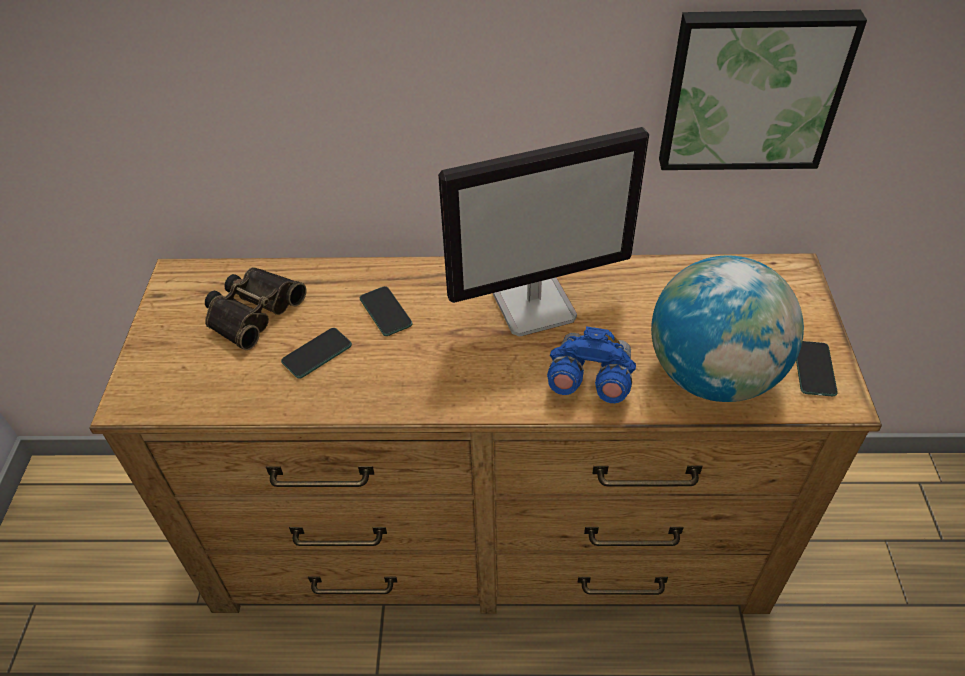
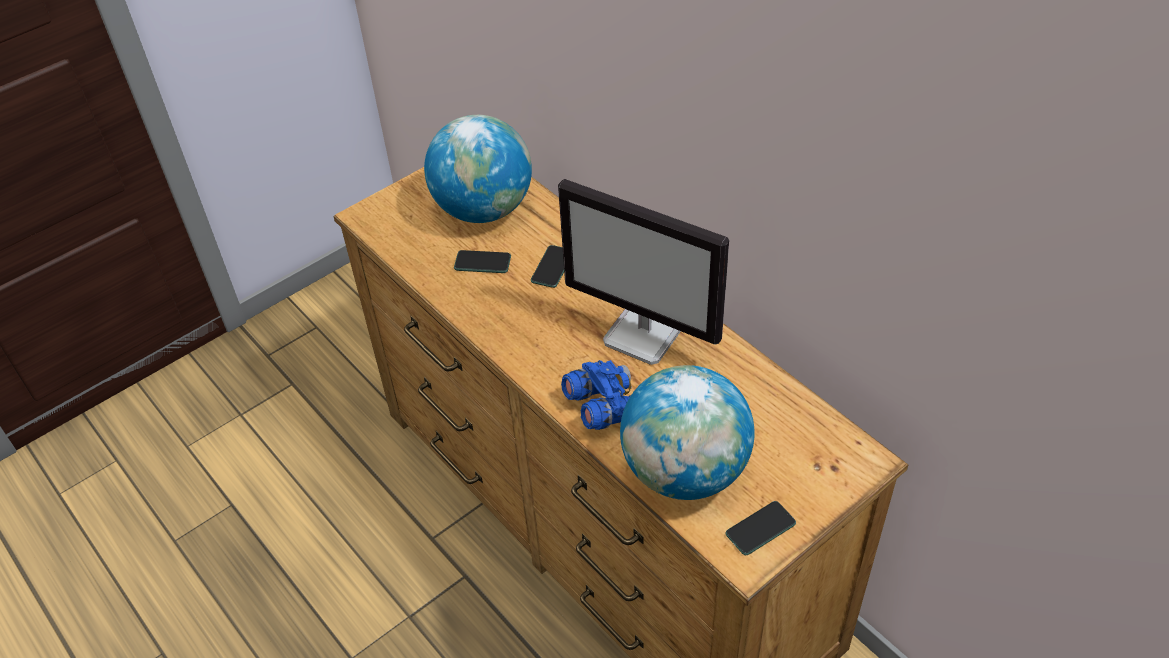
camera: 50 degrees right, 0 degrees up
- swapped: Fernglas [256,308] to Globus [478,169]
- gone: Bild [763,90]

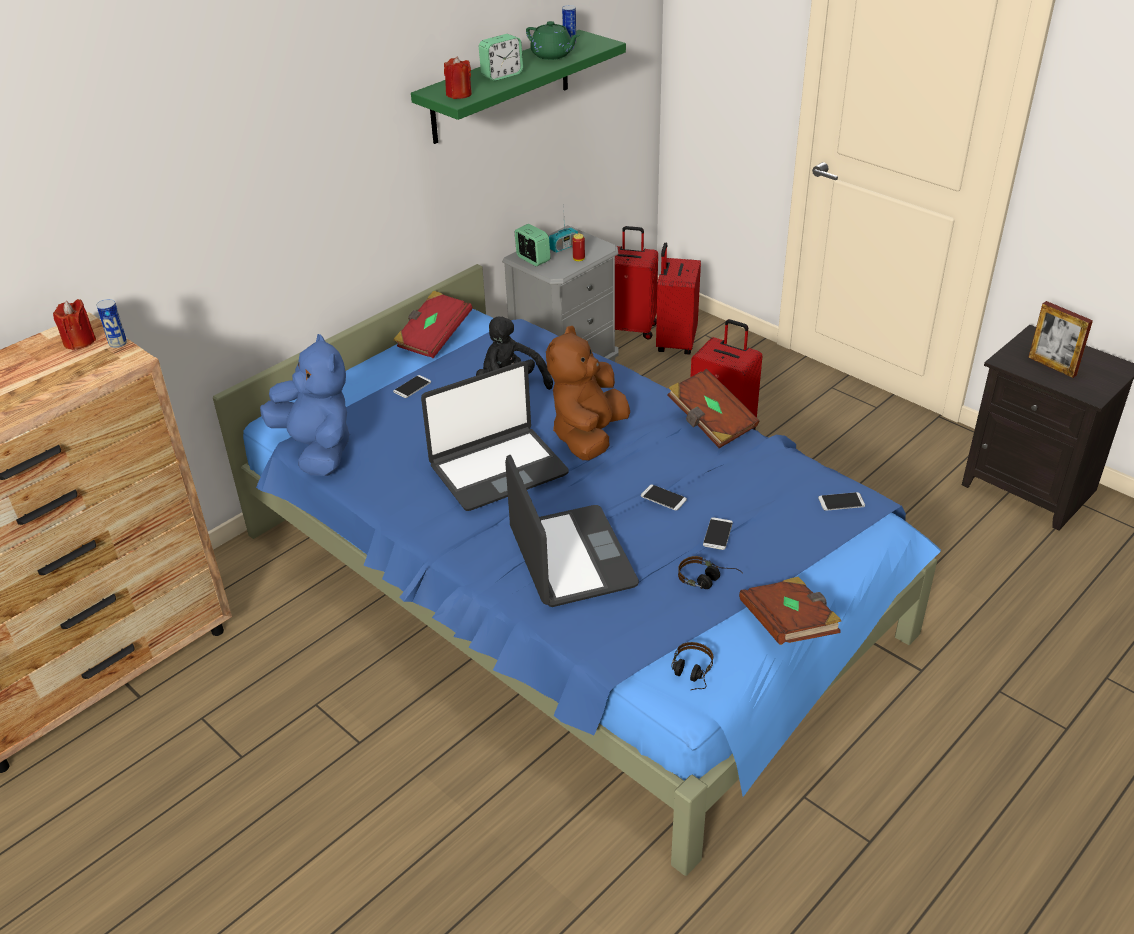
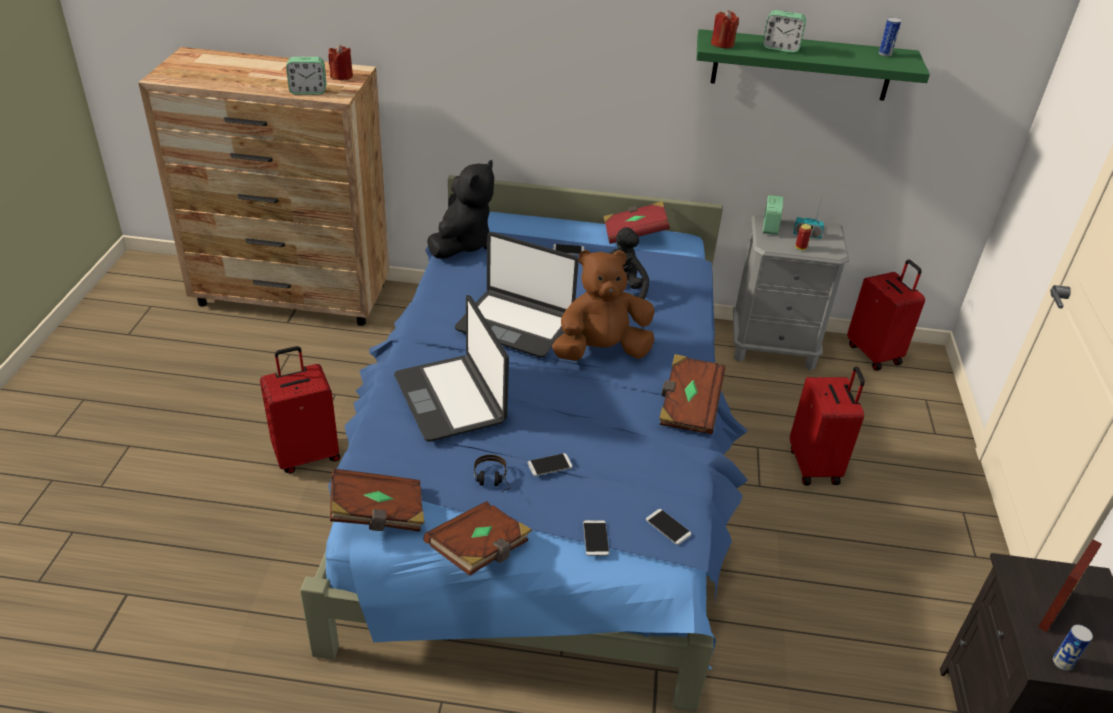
camera: 50 degrees right, 0 degrees up
- shifted: Dose [111,323] to [1073,648]
- repainted: Plüschtier (blau) [305,405] to Plüschtier (schwarz) [460,209]
- rotated: Laptop [572,531] = [451,368] 120 degrees clockwise
- gone: Teekanne (grün) [553,40]
- shifted: Handy [664,497] to [596,538]
- shifted: Koffer (rot) [678,298] to [300,409]
- swapped: Kopfhörer [692,666] to Buch (braun) [377,500]
- rotated: Bilderrahmen [1060,339] = [1070,585] 150 degrees counterclockwise
- new: Wecker [306,75]

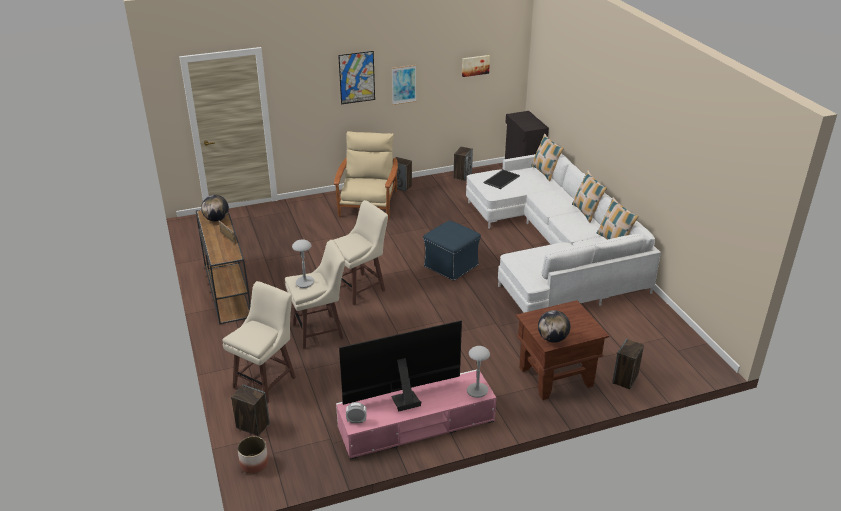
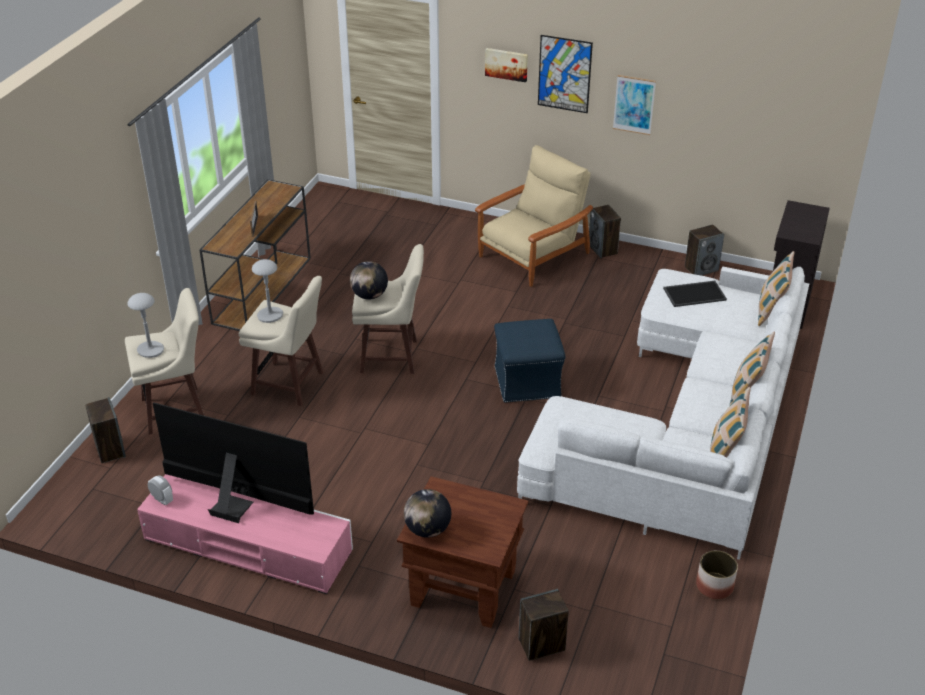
camera: 40 degrees right, 5 degrees up
- shifted: Globus [215,208] to [369,280]
- shifted: Pflanzkübel [253,455] to [717,574]
- shifted: Bild [476,66] to [506,65]
- shifted: Tischlampe (grau) [478,372] to [145,325]

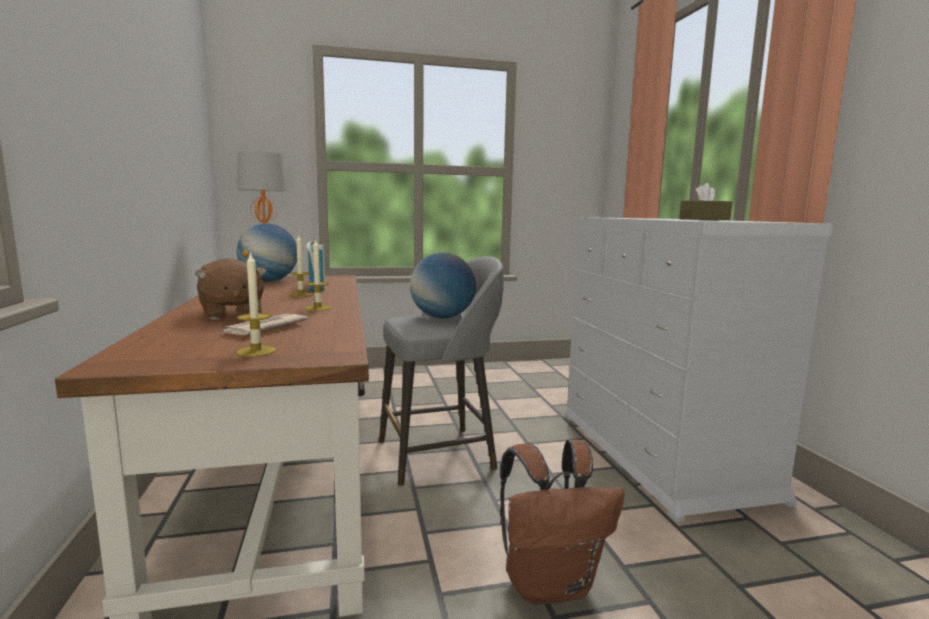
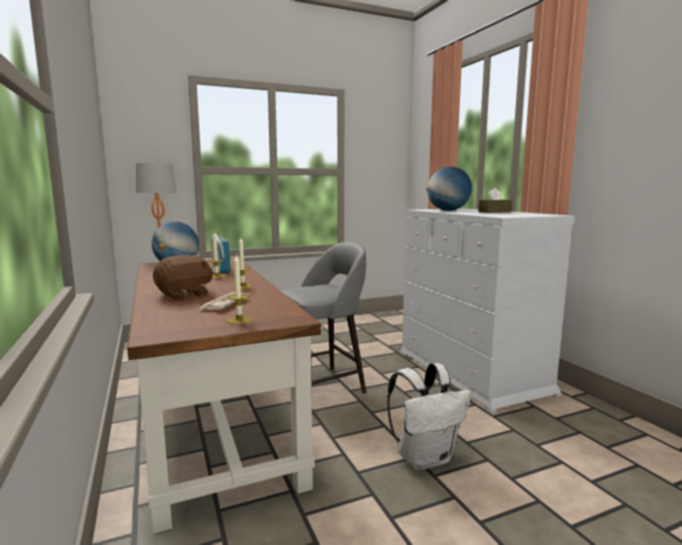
camera: 10 degrees left, 0 degrees up
- rotated: Plüschtier (braun) [231,289] = [183,277] 90 degrees counterclockwise
- shifted: Globus [443,285] to [449,189]
- repainted: Rucksack (braun) [562,522] to Rucksack (weiß) [429,416]

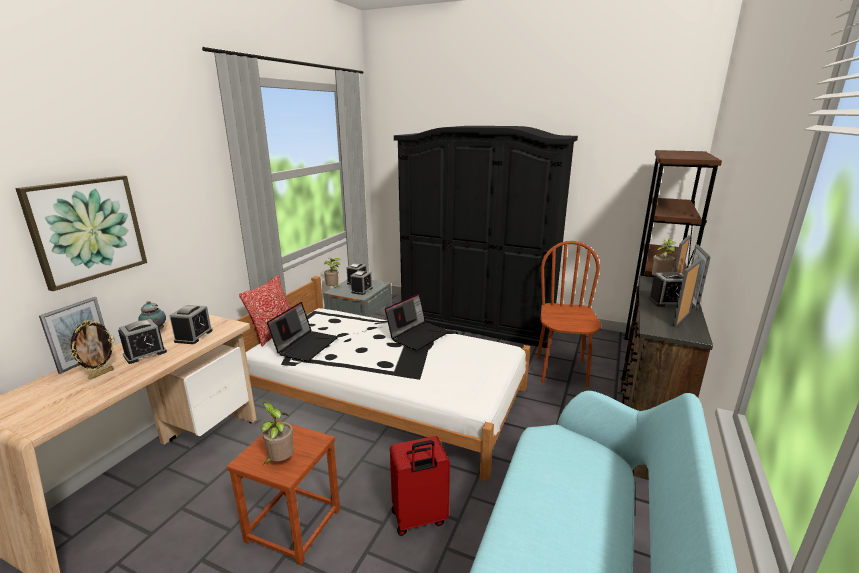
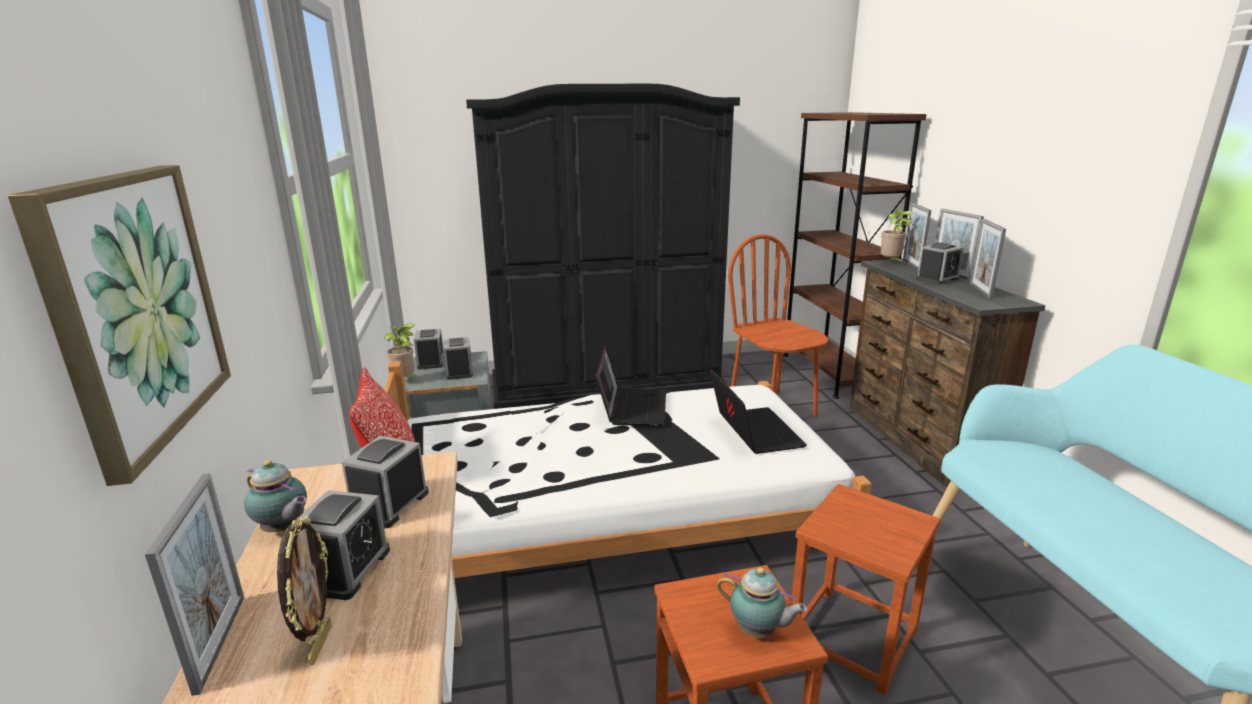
camera: 35 degrees left, 0 degrees up
- rotated: Wecker [191,324] = [385,482] 135 degrees counterclockwise
- swapped: Topfpflanze [276,433] to Teekanne [762,602]
- shifted: Laptop [302,331] to [758,411]
- swapped: Koffer (rot) [420,486] to Hocker (braun) [866,589]

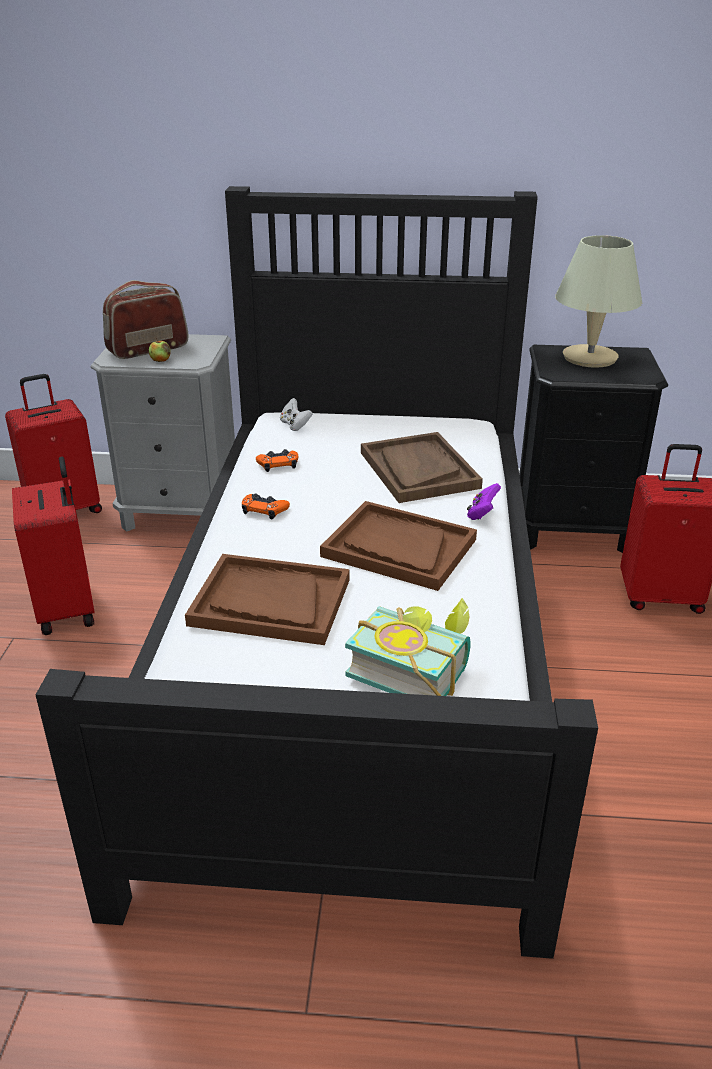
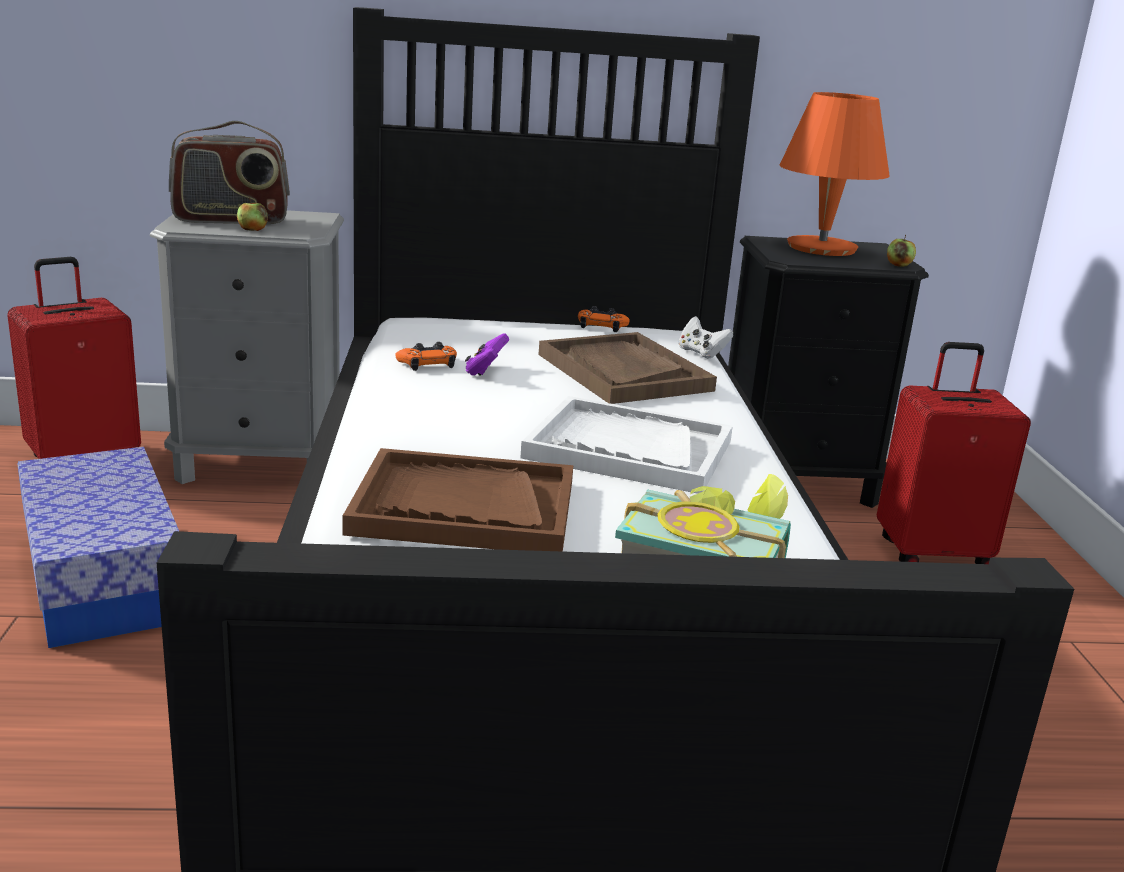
camera: 10 degrees left, 10 degrees down
- swapped: Koffer (rot) [53,545] to Aufbewahrungsbox [98,547]
- rotated: Radio [145,319] = [229,172] 150 degrees counterclockwise
- shifted: Gamepad (orange) [266,506] to [604,319]
- shifted: Gamepad (weiß) [296,414] to [706,337]
- repainted: Tablett (braun) [398,546] to Tablett (weiß) [626,445]
- shifted: Gamepad (lila) [484,501] to [487,354]
- repainted: Tischlampe (beige) [598,301] to Tischlampe (orange) [835,174]
- new: Apfel [901,251]

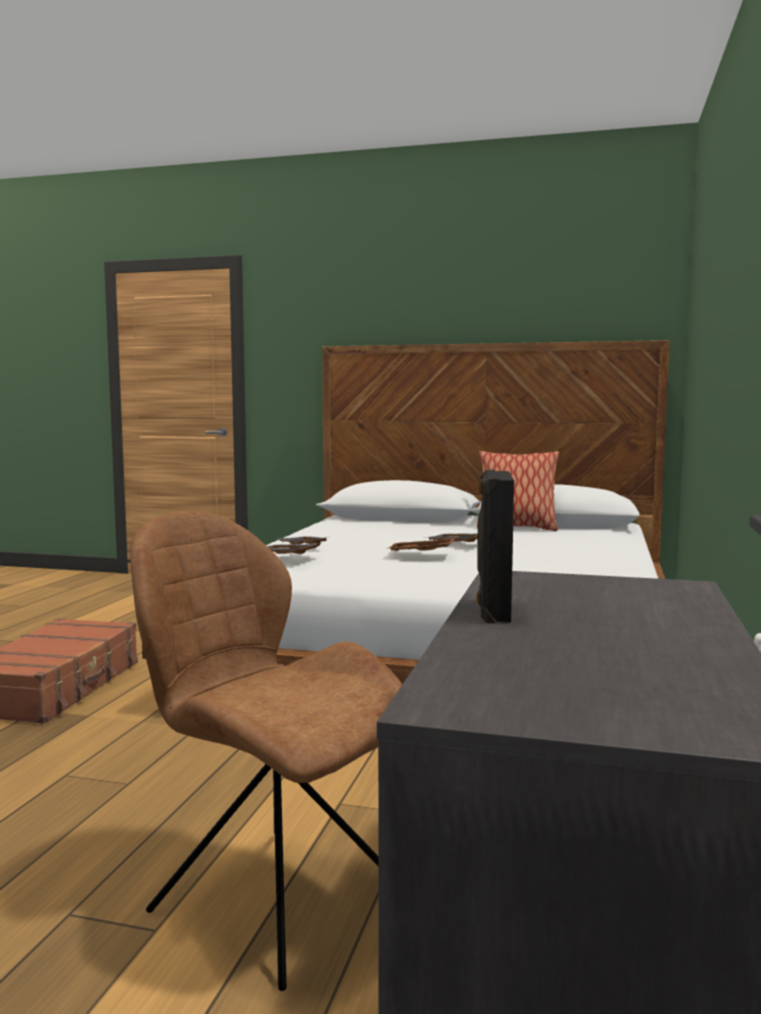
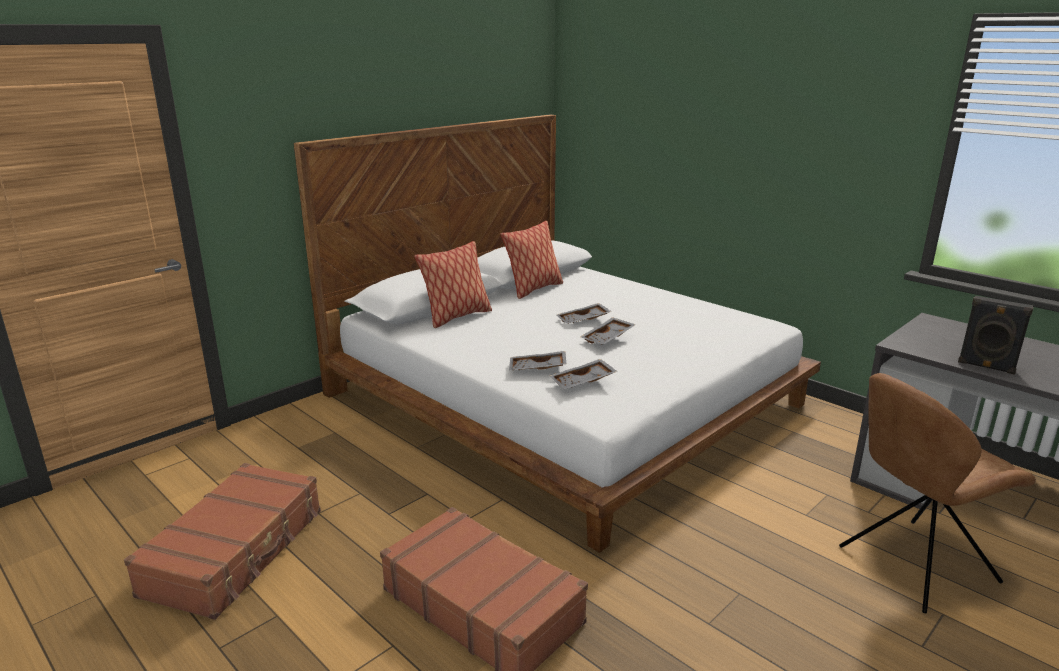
camera: 60 degrees left, 15 degrees up
- repainted: Tablett (braun) [422,544] to Tablett (grau) [608,331]
- new: Koffer (braun) [222,541]
- new: Kissen [453,284]

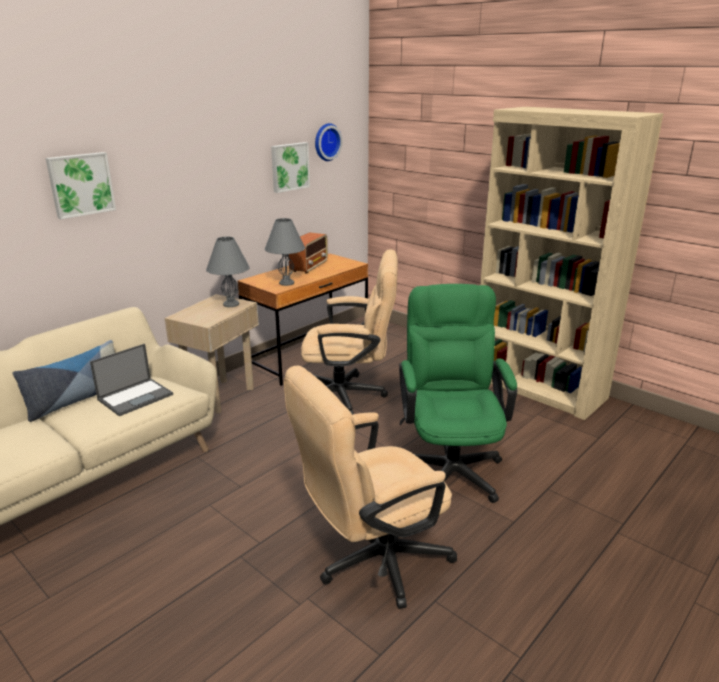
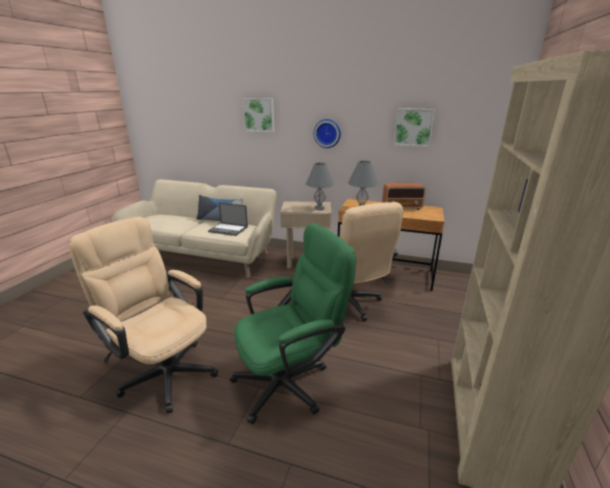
camera: 65 degrees right, 0 degrees up
- shifted: Wanduhr [328,142] to [327,133]

